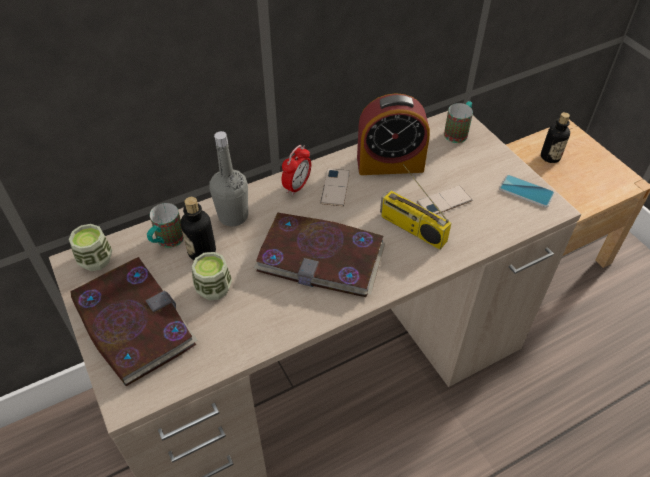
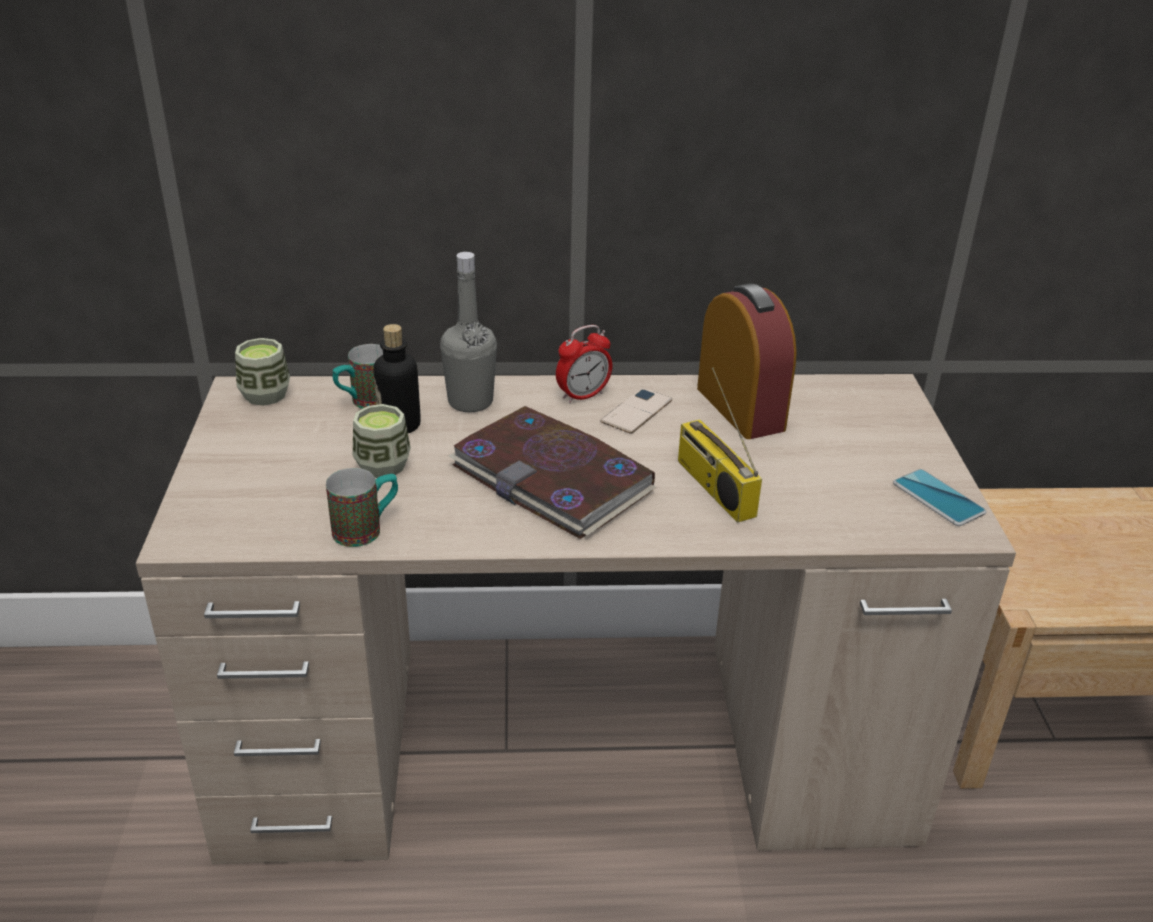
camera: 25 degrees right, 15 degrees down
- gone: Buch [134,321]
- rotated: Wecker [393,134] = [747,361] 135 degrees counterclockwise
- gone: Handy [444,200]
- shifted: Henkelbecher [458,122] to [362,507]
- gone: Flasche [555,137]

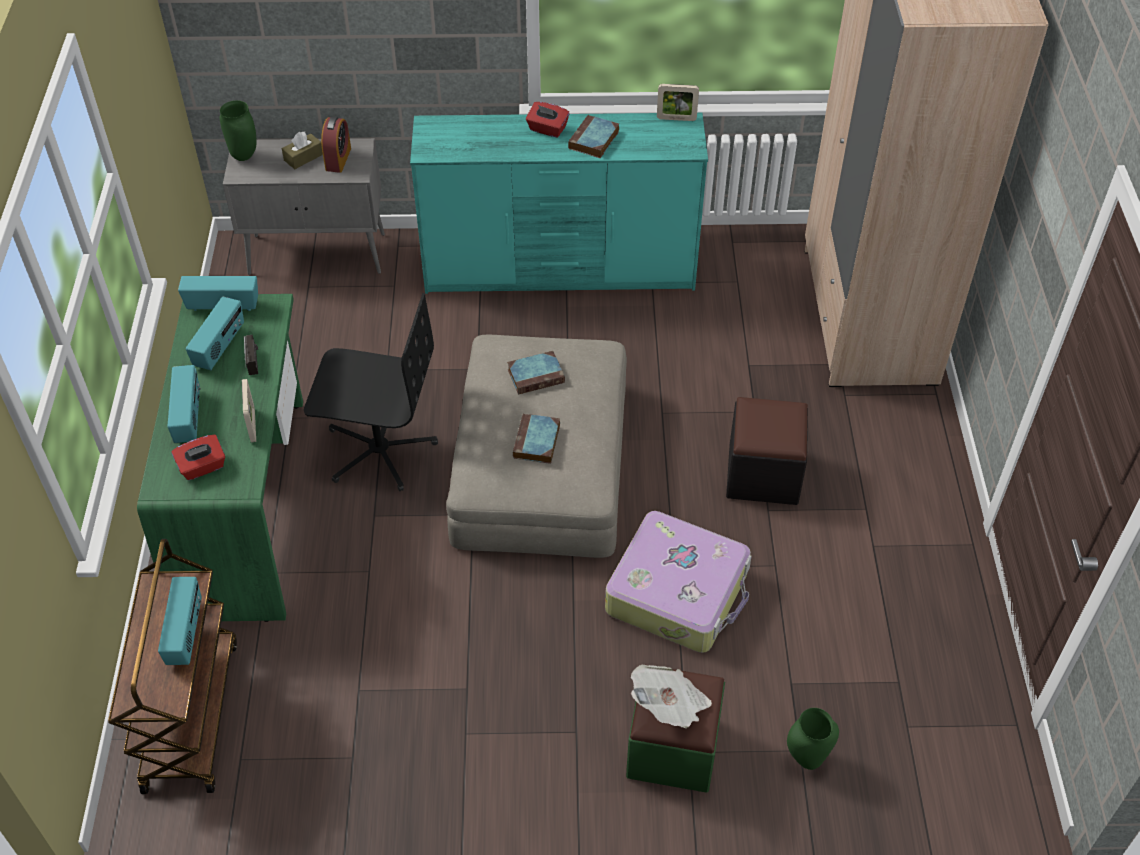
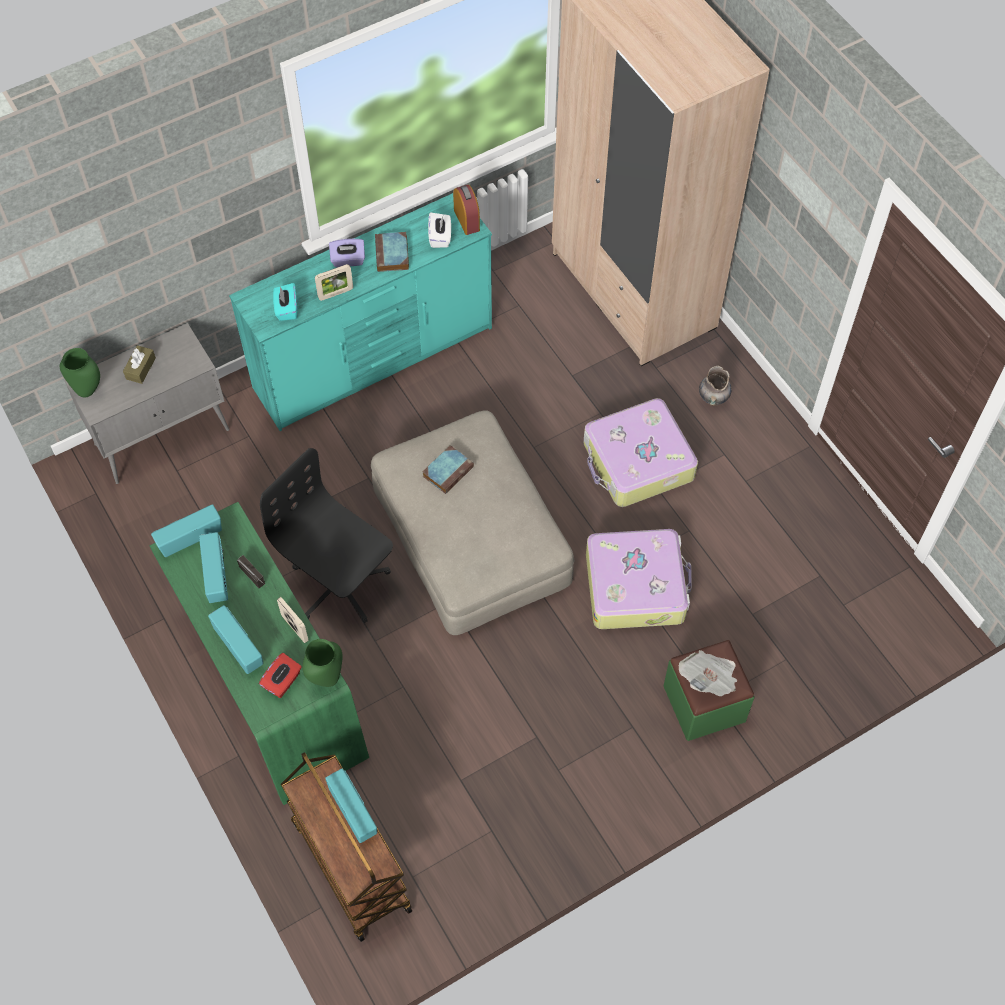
camera: 30 degrees left, 10 degrees up
- rotated: Bürostuhl (schwarz) [371,392] = [326,535] 120 degrees counterclockwise
- shifted: Wecker [336,144] to [466,210]
- gone: Buch [536,438]
- repainted: Taschentuchbox (rot) [547,120] to Taschentuchbox (lila) [347,253]
- shifted: Bilderrahmen [678,102] to [334,282]
- swapped: Polsterhocker (schwarz) [767,451] to Koffer [641,452]
- shifted: Vase (grün) [813,739] to [322,663]
- new: Taschentuchbox (türkis) [285,302]
- new: Taschentuchbox (weiß) [439,230]
- new: Vase (grau) [715,386]

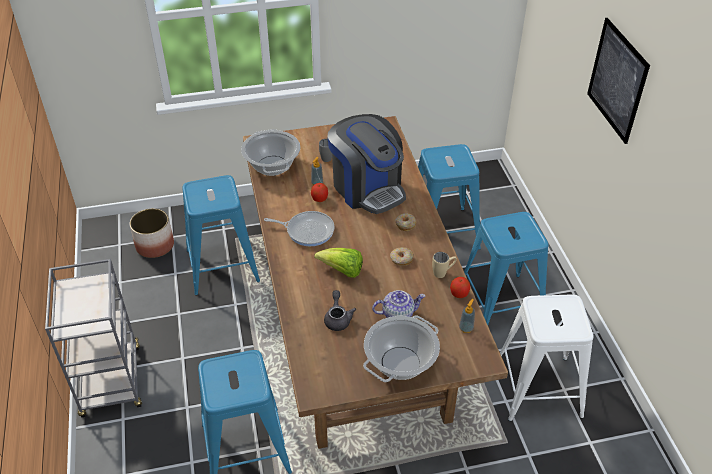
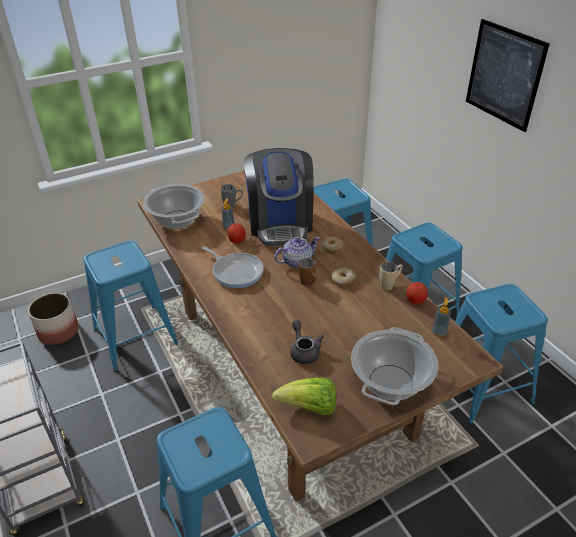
camera: 15 degrees left, 5 degrees down
- rotated: Pfanne [299,228] = [233,267] 45 degrees clockwise
- shifted: Salatkopf [338,263] to [304,396]
- rotated: Kaffeemaschine [367,164] = [278,197] 45 degrees clockwise
- shifted: Teekanne [398,304] to [297,252]
- repainted: Hocker (weiß) [546,357] to Hocker (blau) [501,354]
- new: Henkelbecher (braun) [307,272]

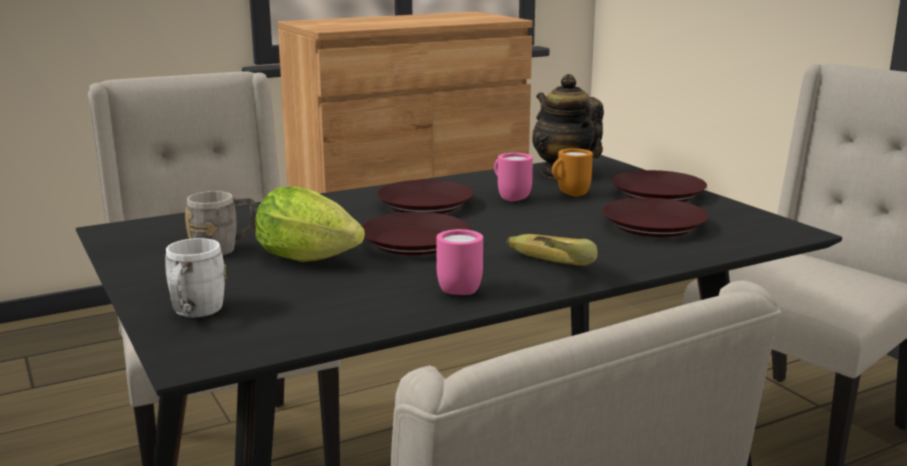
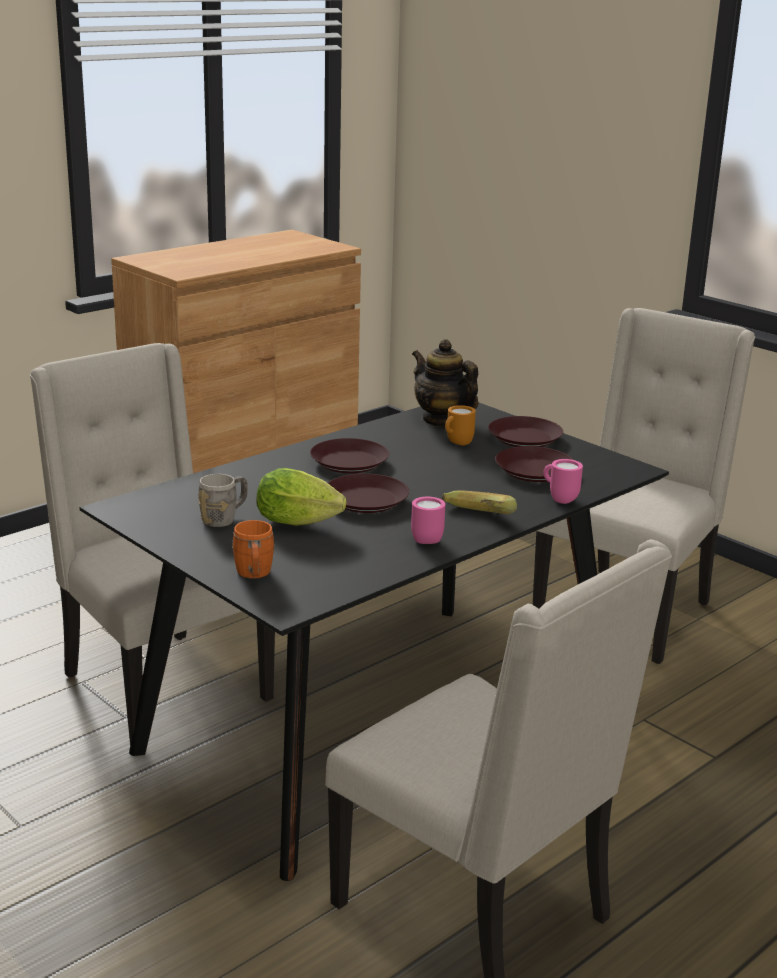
camera: 15 degrees left, 5 degrees up
- repainted: Henkelbecher (weiß) [196,278] to Henkelbecher (orange) [253,549]
- shifted: Henkelbecher (rosa) [513,177] to [563,481]

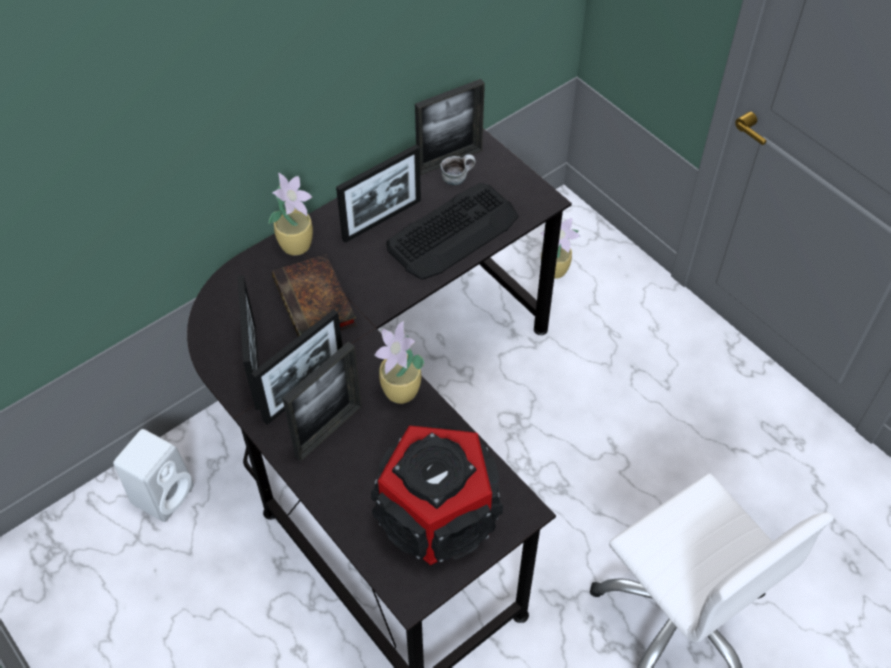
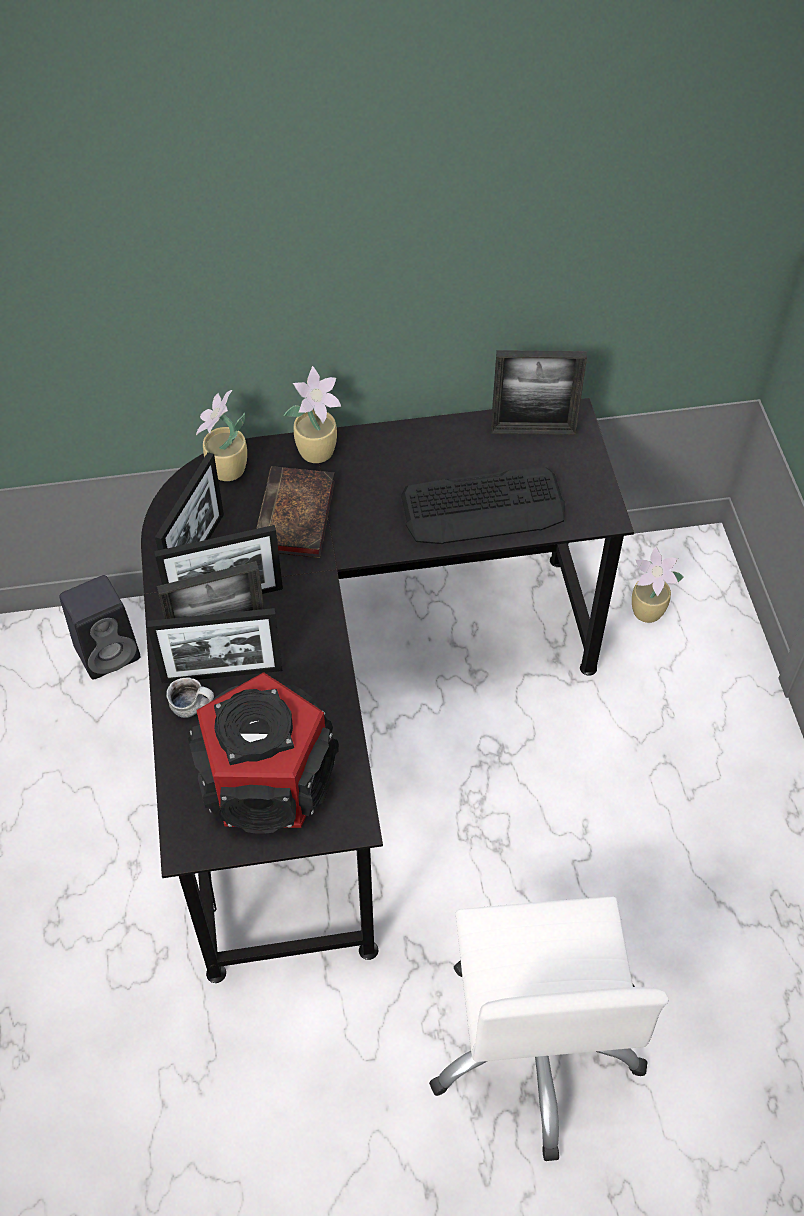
camera: 30 degrees right, 0 degrees up
- repainted: Lautsprecher (weiß) [153,475] to Lautsprecher (schwarz) [99,627]
- shifted: Bilderrahmen [378,194] to [214,645]
- shifted: Topfpflanze [399,362] to [221,435]
- shifted: Henkelbecher [458,169] to [190,697]

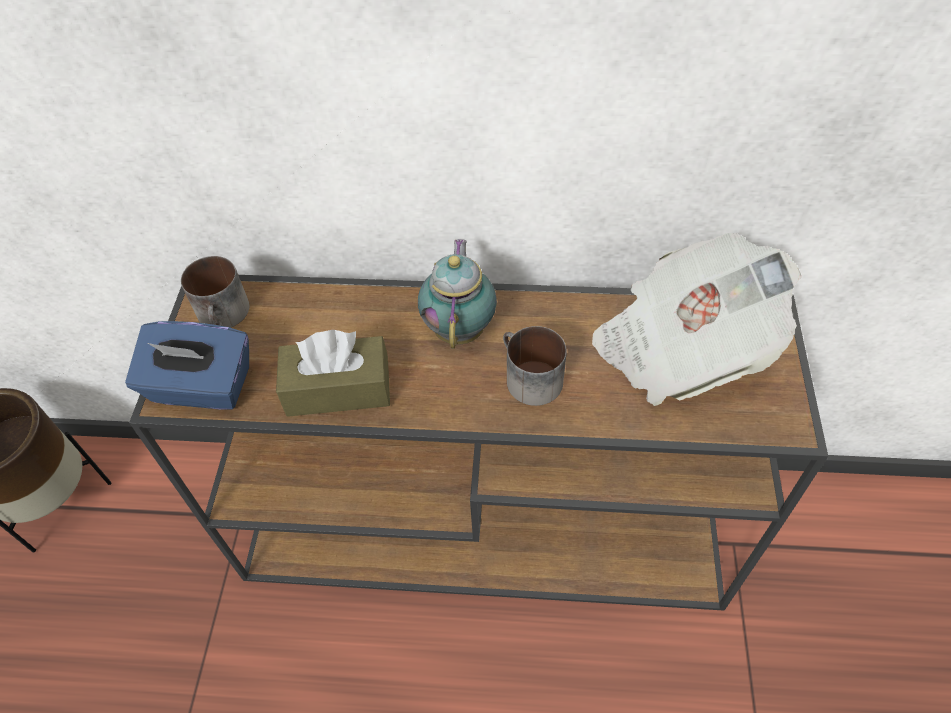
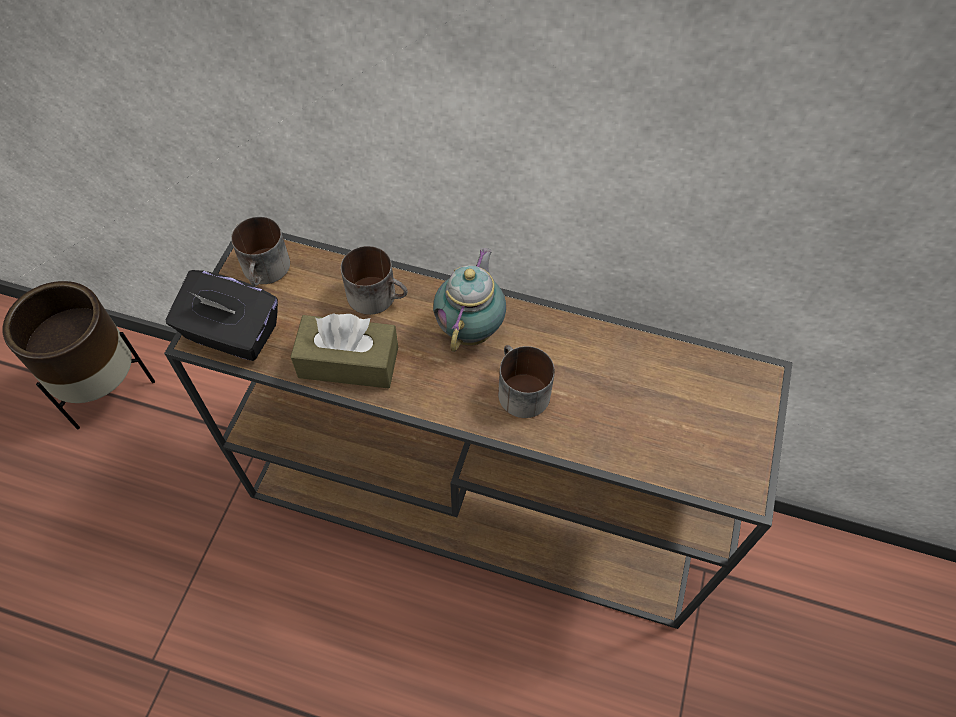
camera: 10 degrees right, 5 degrees up
- repainted: Taschentuchbox (blau) [187,365] to Taschentuchbox (schwarz) [221,315]
- gone: Zeitung [696,319]
- new: Henkelbecher [374,280]

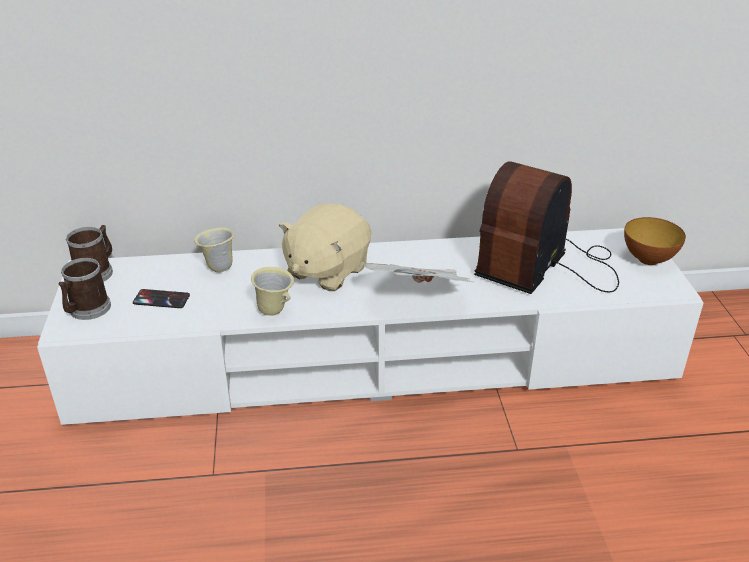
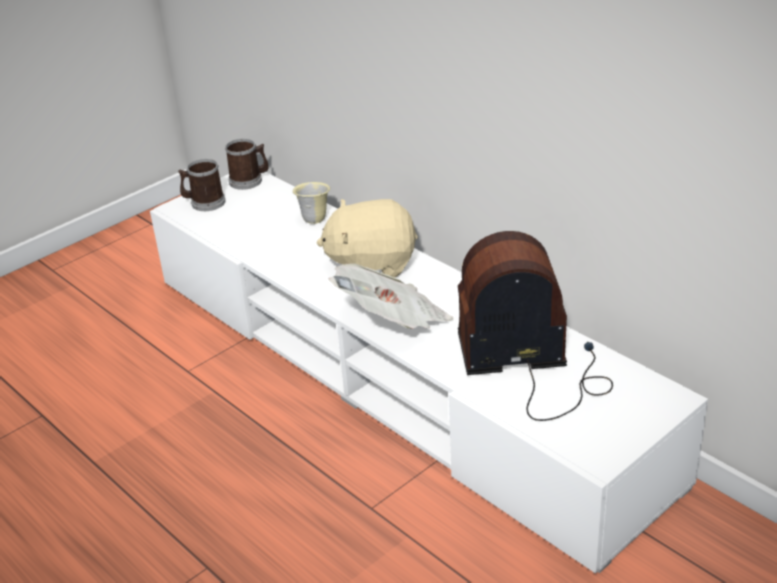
camera: 55 degrees right, 0 degrees up
- gone: Handy [161,298]
- gone: Henkelbecher (beige) [272,291]
- gone: Schüssel [655,241]

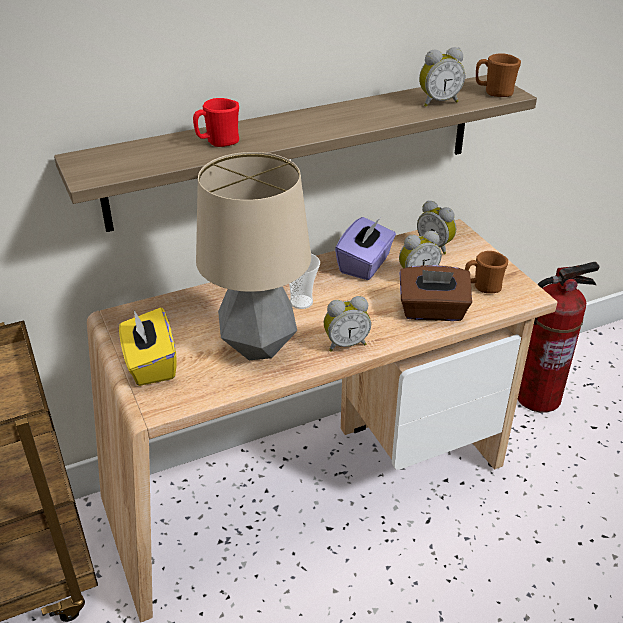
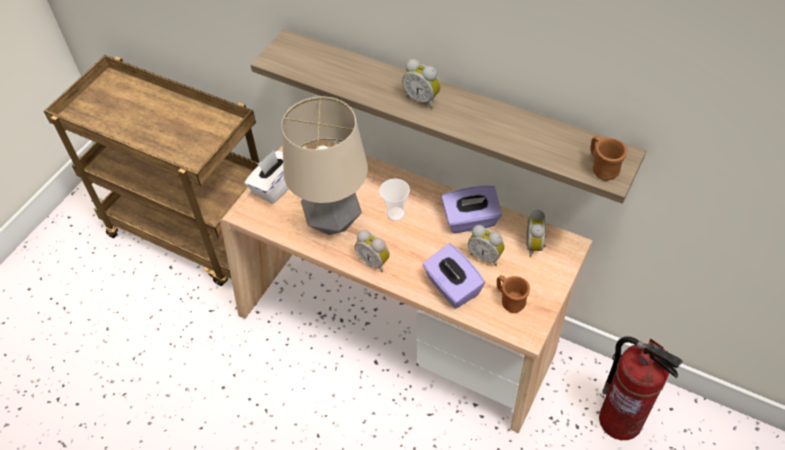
camera: 55 degrees right, 15 degrees up
- repainted: Taschentuchbox (gelb) [147,346] to Taschentuchbox (weiß) [267,177]
- gone: Henkelbecher (rot) [216,122]
- repainted: Taschentuchbox (braun) [436,293] to Taschentuchbox (lila) [454,275]
- shifted: Wecker [442,77] to [421,83]

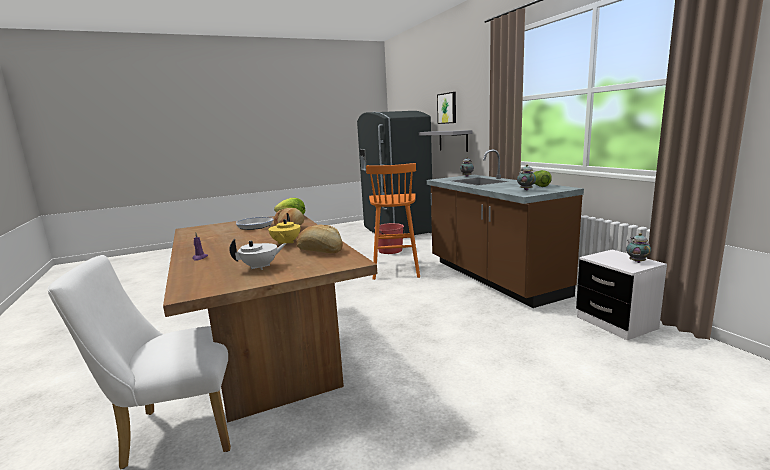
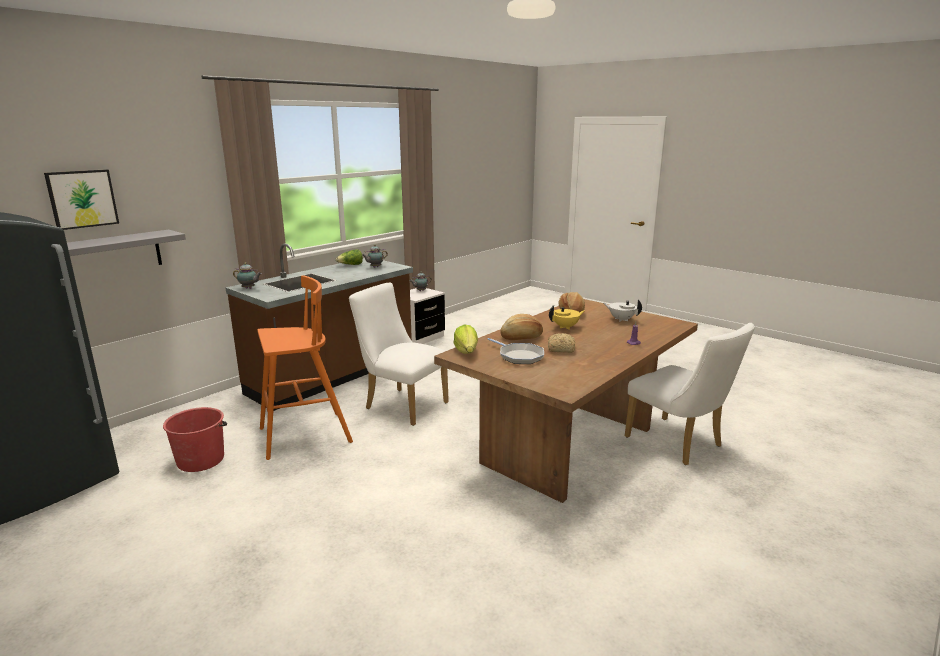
camera: 115 degrees left, 5 degrees up
- new: Stuhl (weiß) [399,354]
- new: Brot [561,343]

